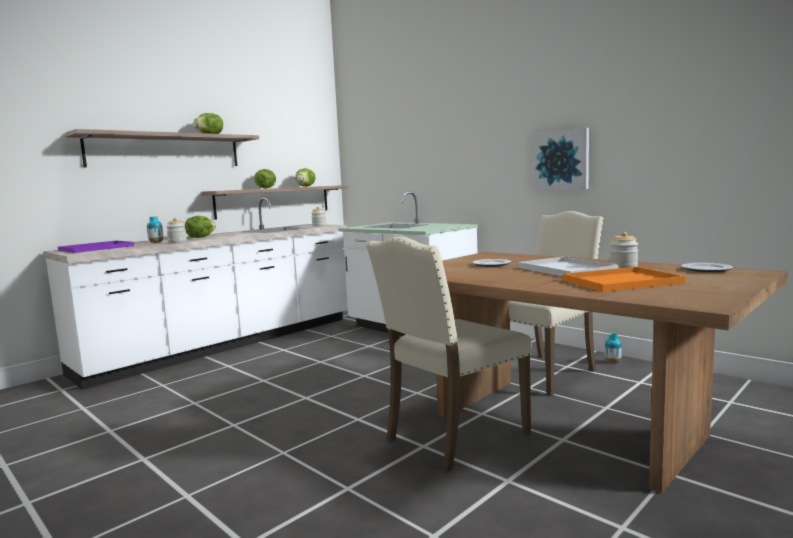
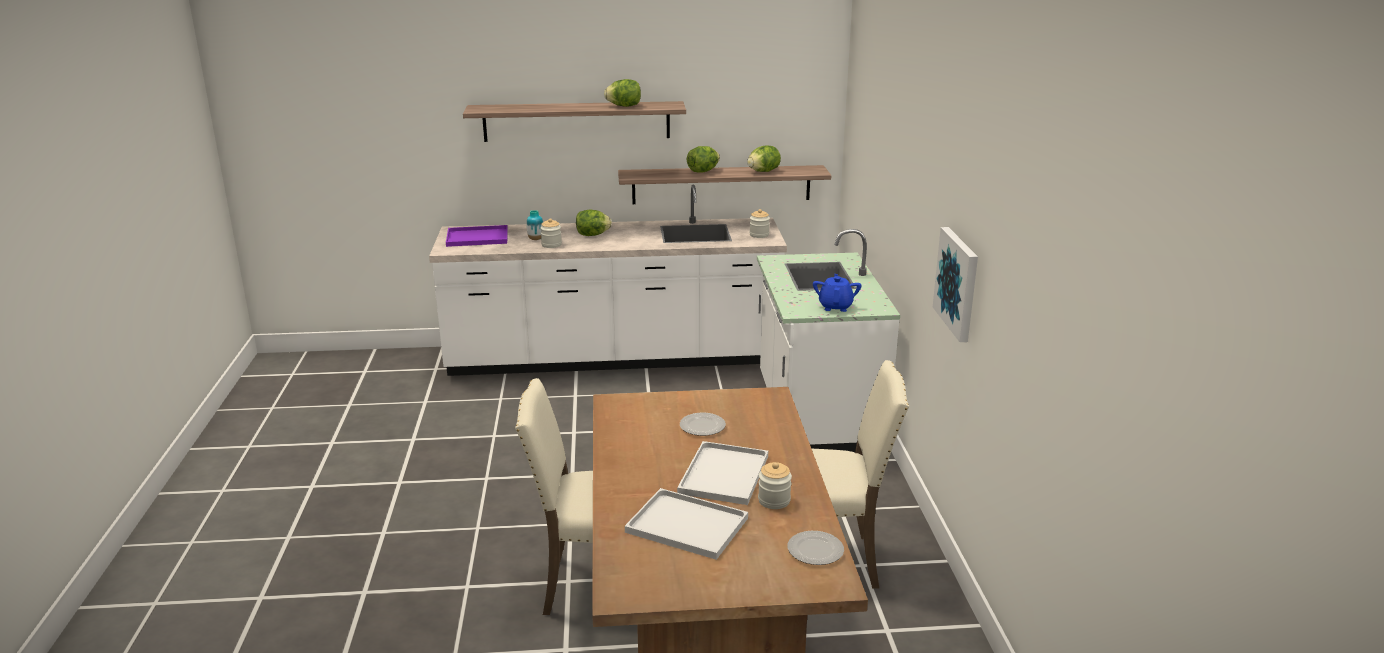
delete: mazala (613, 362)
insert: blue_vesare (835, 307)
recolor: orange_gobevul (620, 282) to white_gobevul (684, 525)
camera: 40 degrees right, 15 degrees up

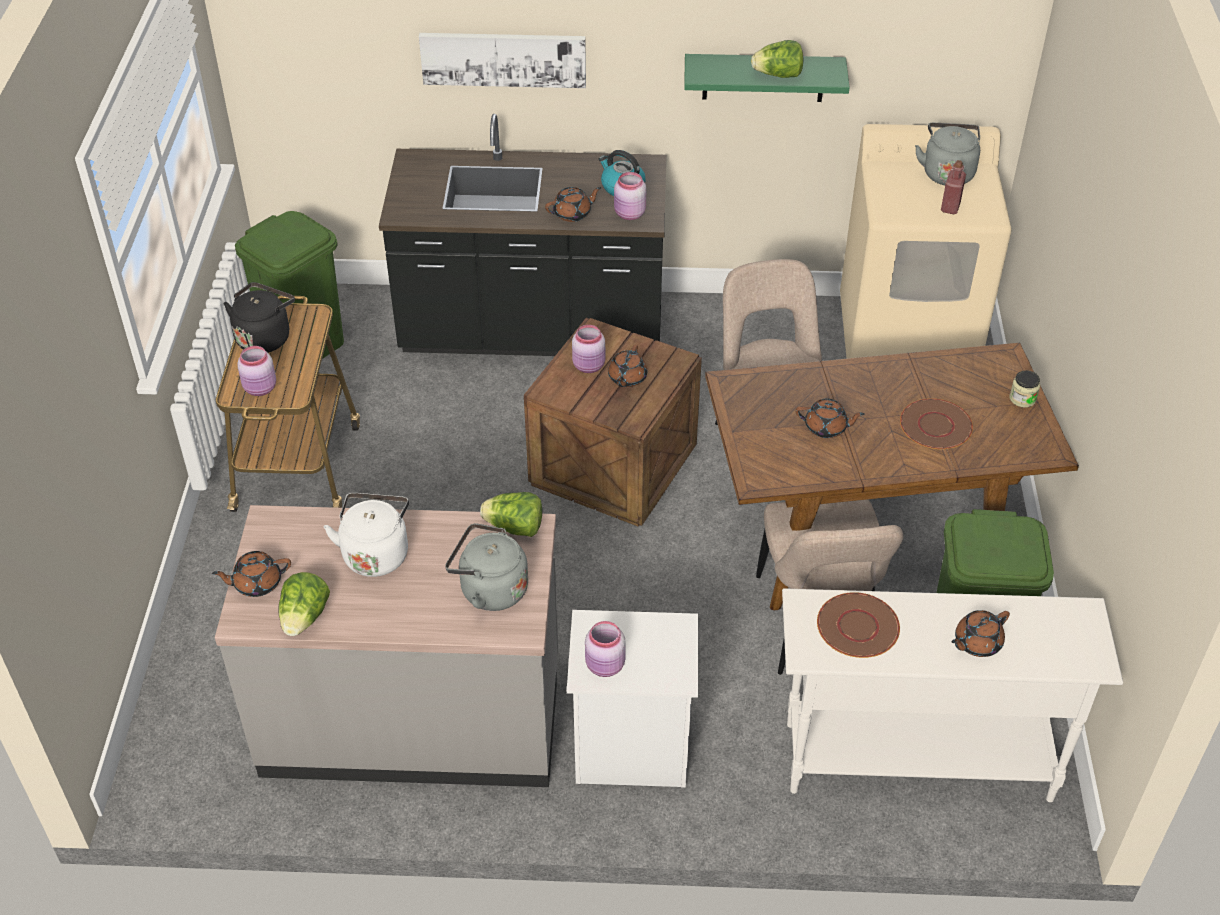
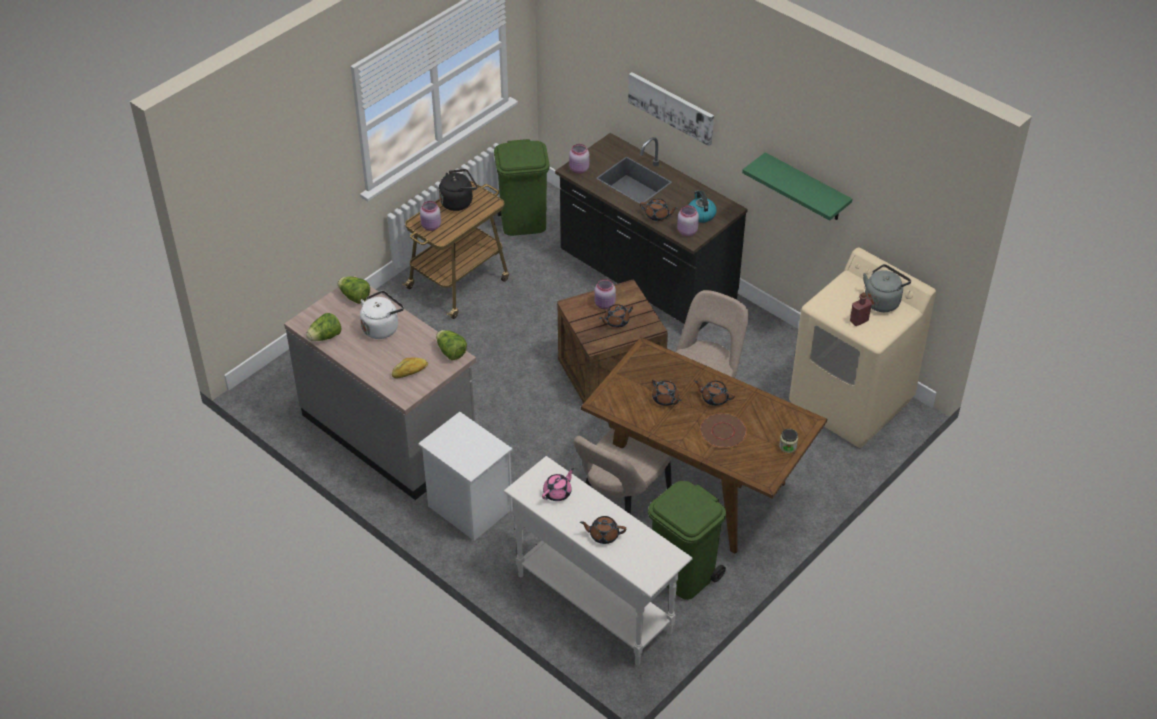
move: brown_vesare (256, 583) to (714, 398); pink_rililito (605, 666) to (579, 169); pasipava (778, 75) to (354, 297)
replace: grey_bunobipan (489, 590) to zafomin (410, 372); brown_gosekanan (857, 626) to pink_vesare (558, 492)
camera: 40 degrees right, 0 degrees up

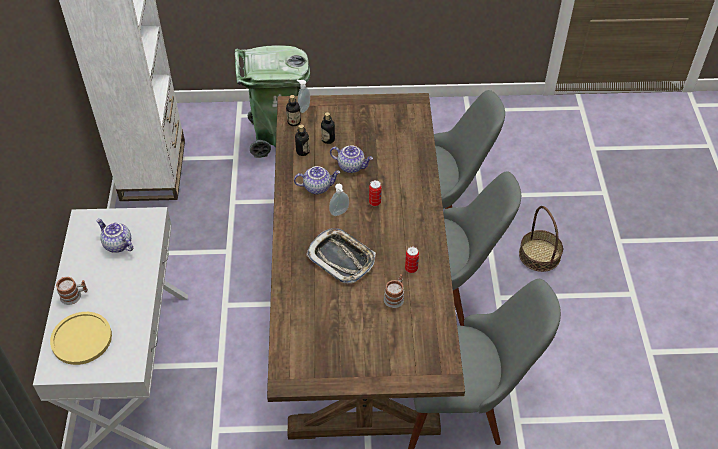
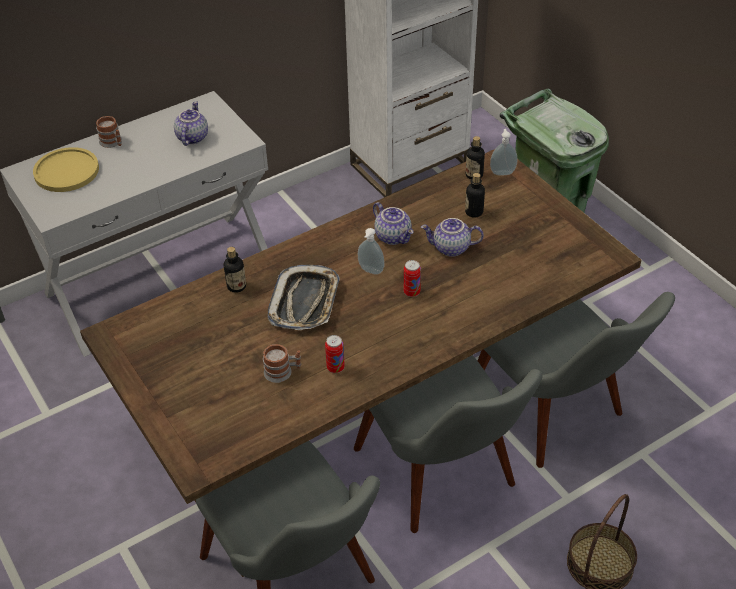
move: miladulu (303, 151) to (236, 286)
rotate: vesare (351, 166) = (451, 248) 105 degrees clockwise
camera: 60 degrees right, 5 degrees down

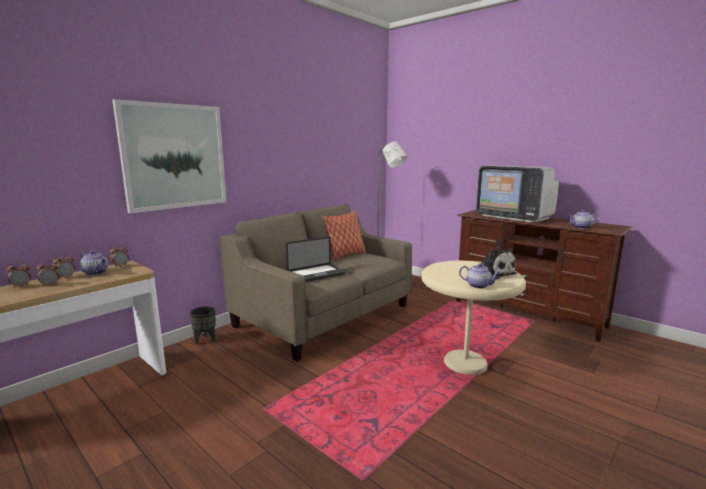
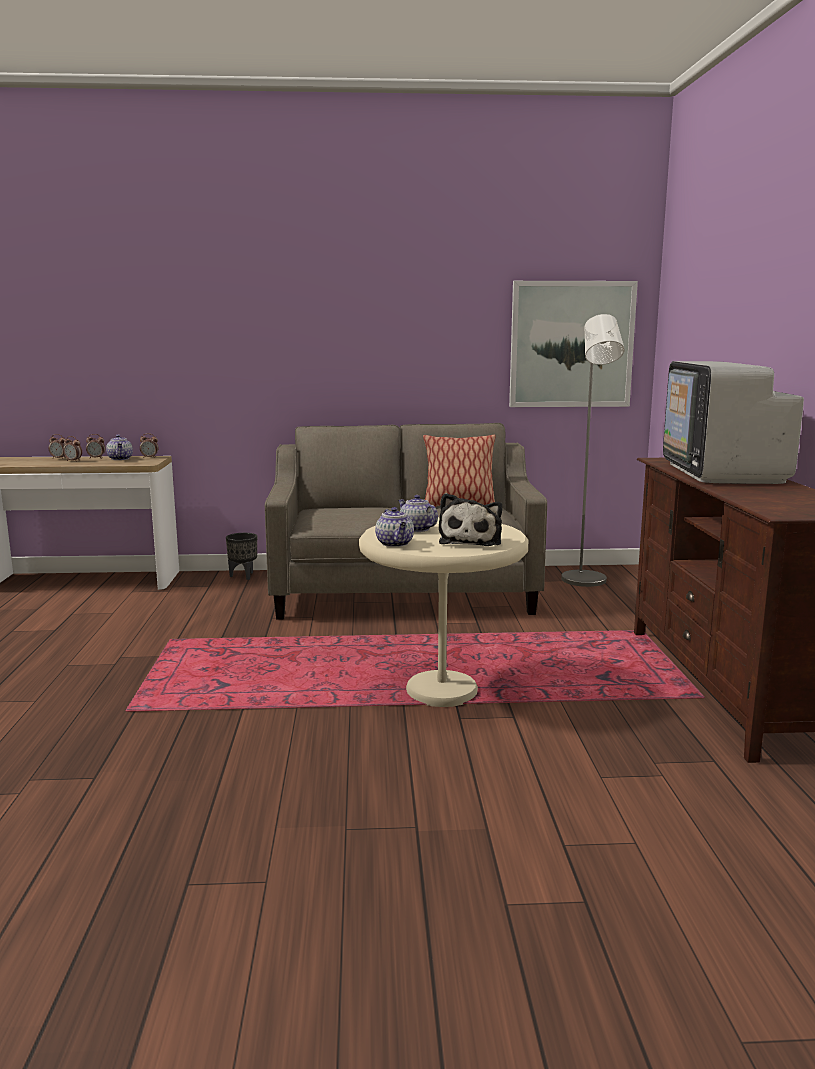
delete: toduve (316, 274)
move: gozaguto (175, 156) to (571, 344); vesare (581, 227) to (416, 529)
camera: 45 degrees right, 0 degrees up

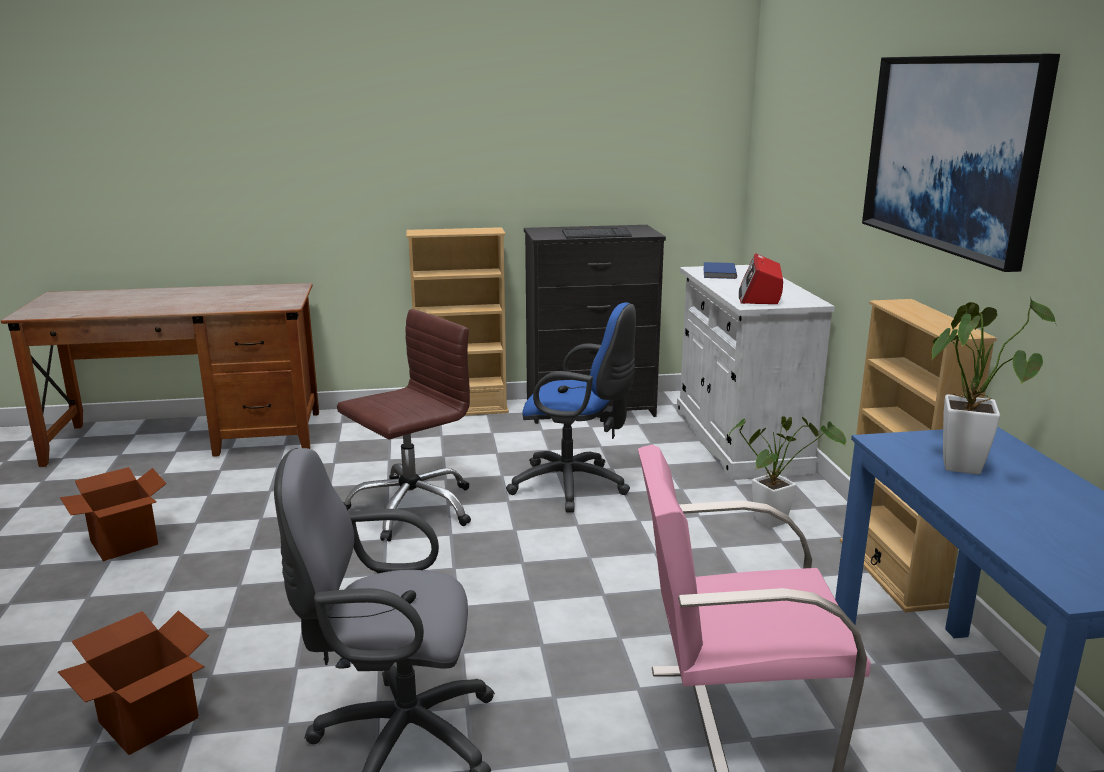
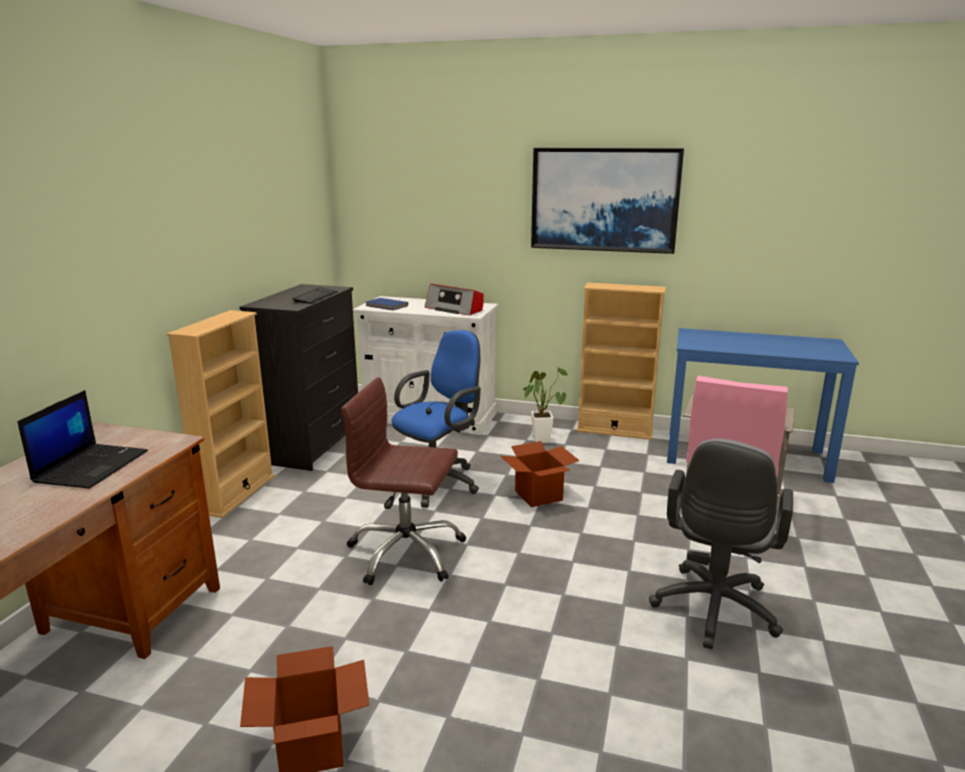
delete: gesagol (961, 462)
insert: toduve (91, 466)
move: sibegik (149, 719) to (538, 495)
rotate: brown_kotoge (411, 508) = (406, 553) 60 degrees counterclockwise
camera: 65 degrees left, 0 degrees up

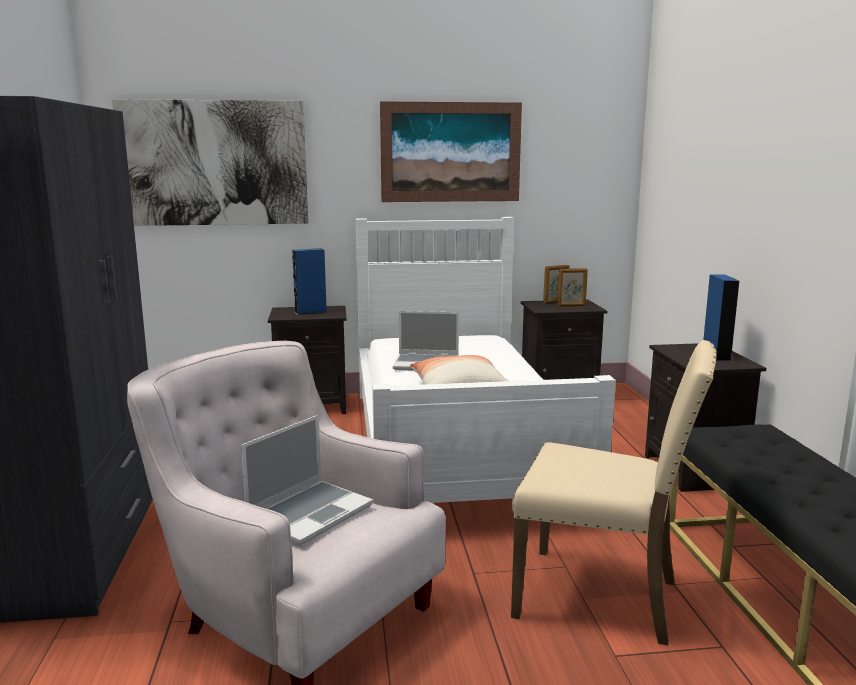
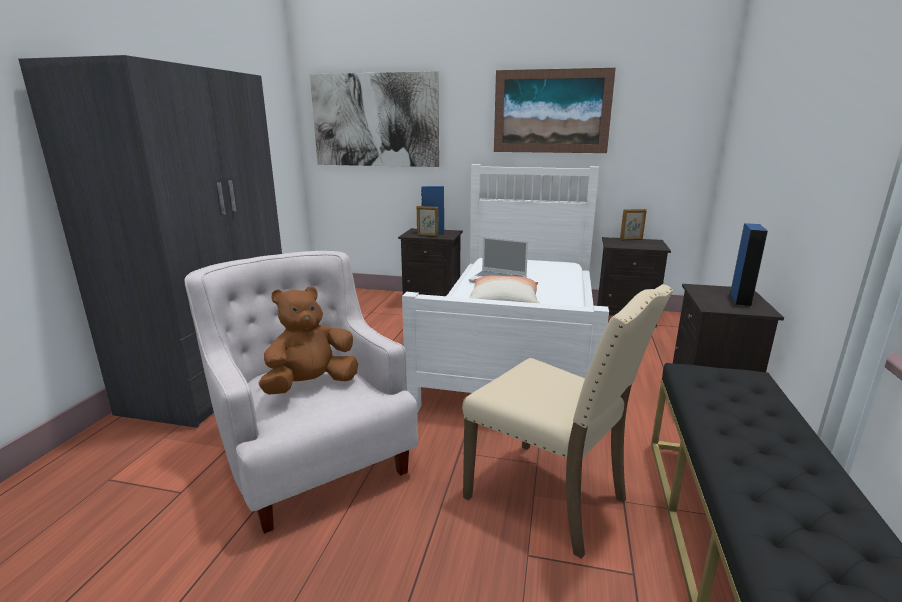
move: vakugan (571, 306) to (427, 236)
replace: toduve (310, 513) to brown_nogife (311, 385)
camera: 20 degrees right, 5 degrees up

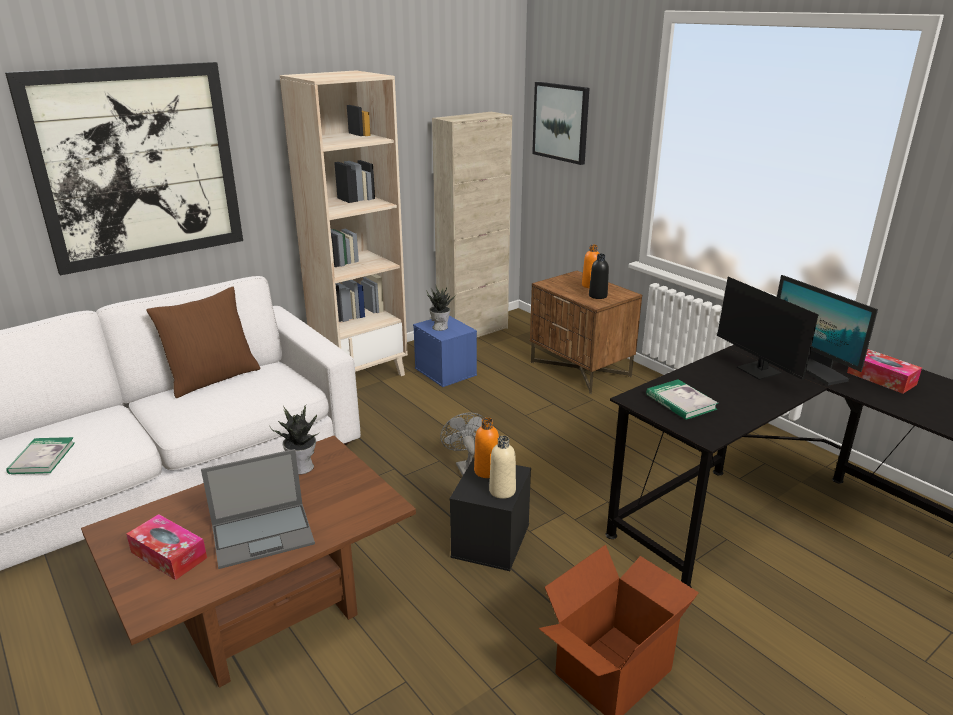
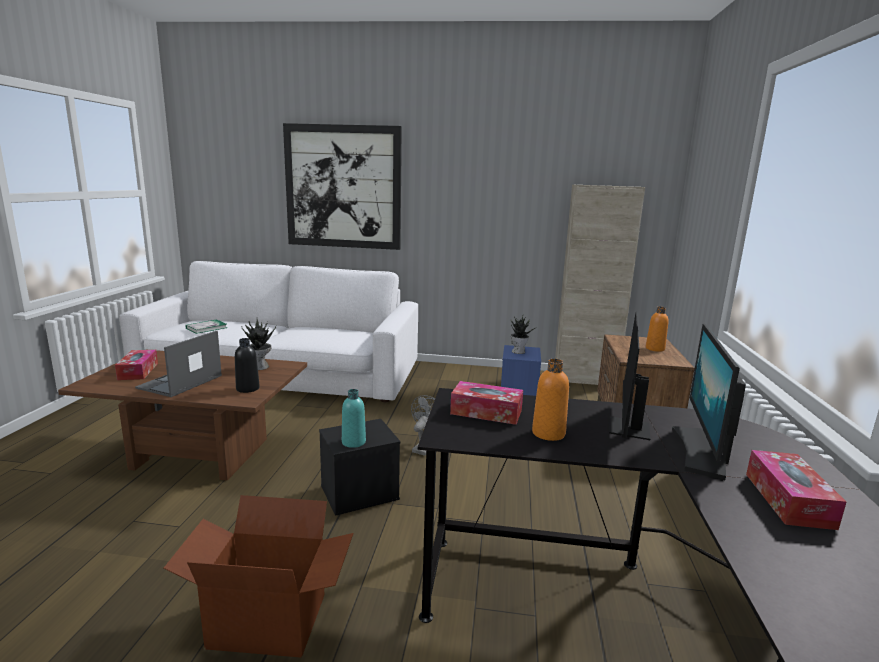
delete: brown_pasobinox (212, 378); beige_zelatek (360, 373); gozaguto (561, 122)
move: orange_miladulu (486, 471) to (548, 433); black_miladulu (598, 296) to (247, 388)
replace: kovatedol (681, 402) to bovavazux (486, 412)
recolor: beige_miladulu (502, 491) to turquoise_miladulu (353, 442)
rotate: toduve (264, 534) = (179, 382) 90 degrees clockwise
camera: 45 degrees right, 10 degrees down

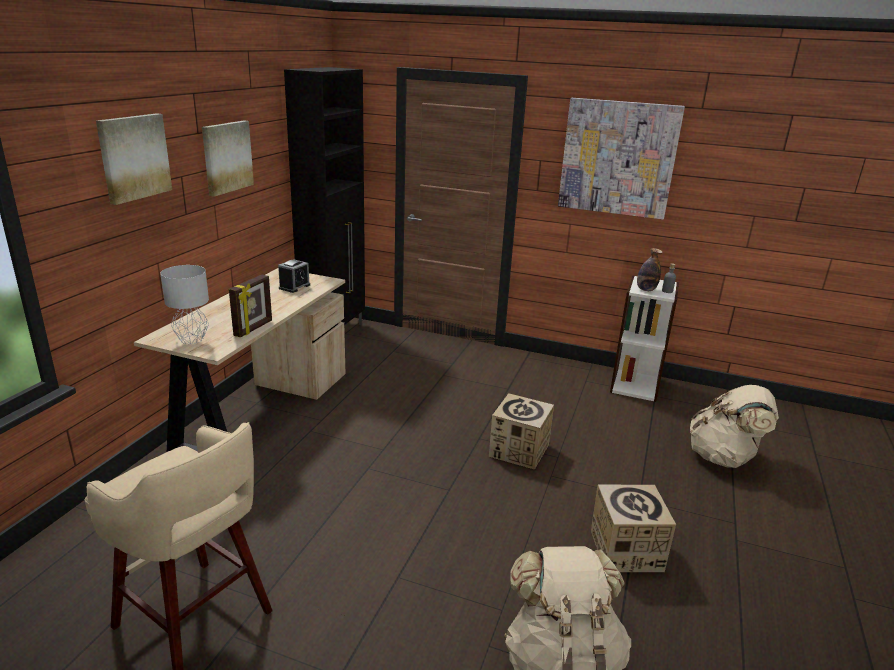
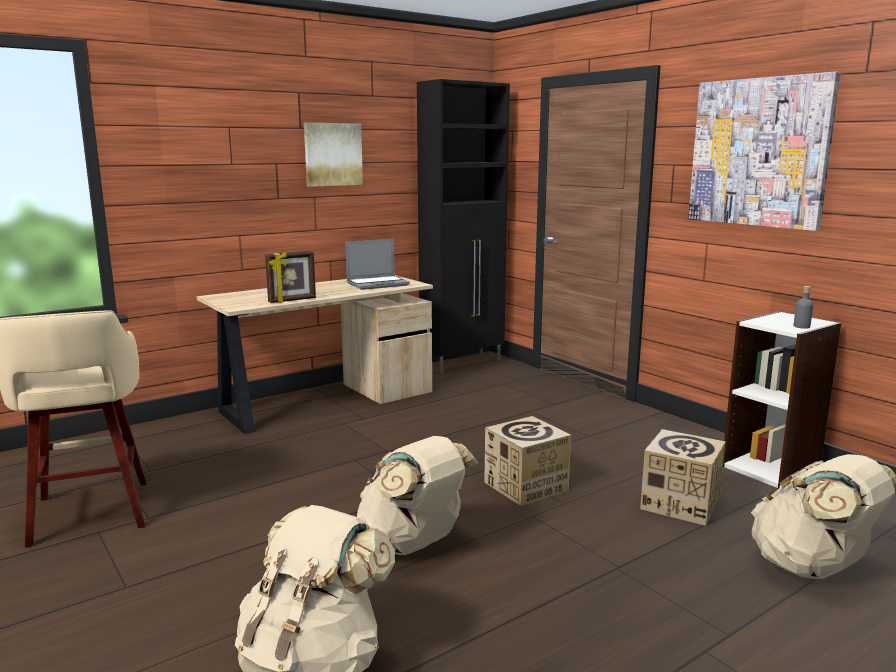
delete: gozaguto (134, 157); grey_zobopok (192, 340); miladulu (646, 289)
insert: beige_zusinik (413, 545)
move: sibegik (625, 550) to (680, 504)
replace: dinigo (294, 287) to toduve (378, 284)
camera: 35 degrees right, 10 degrees down

